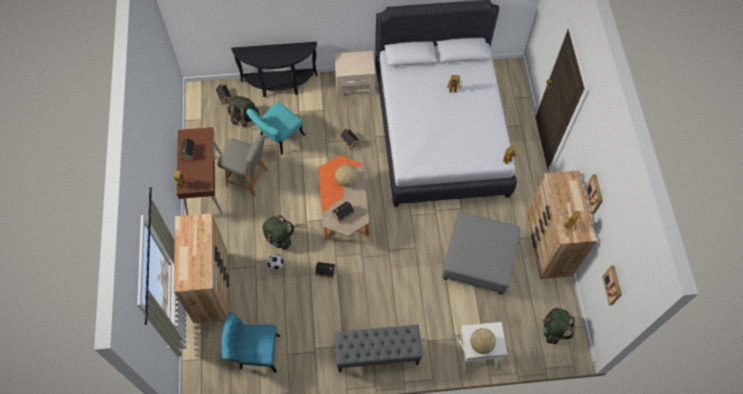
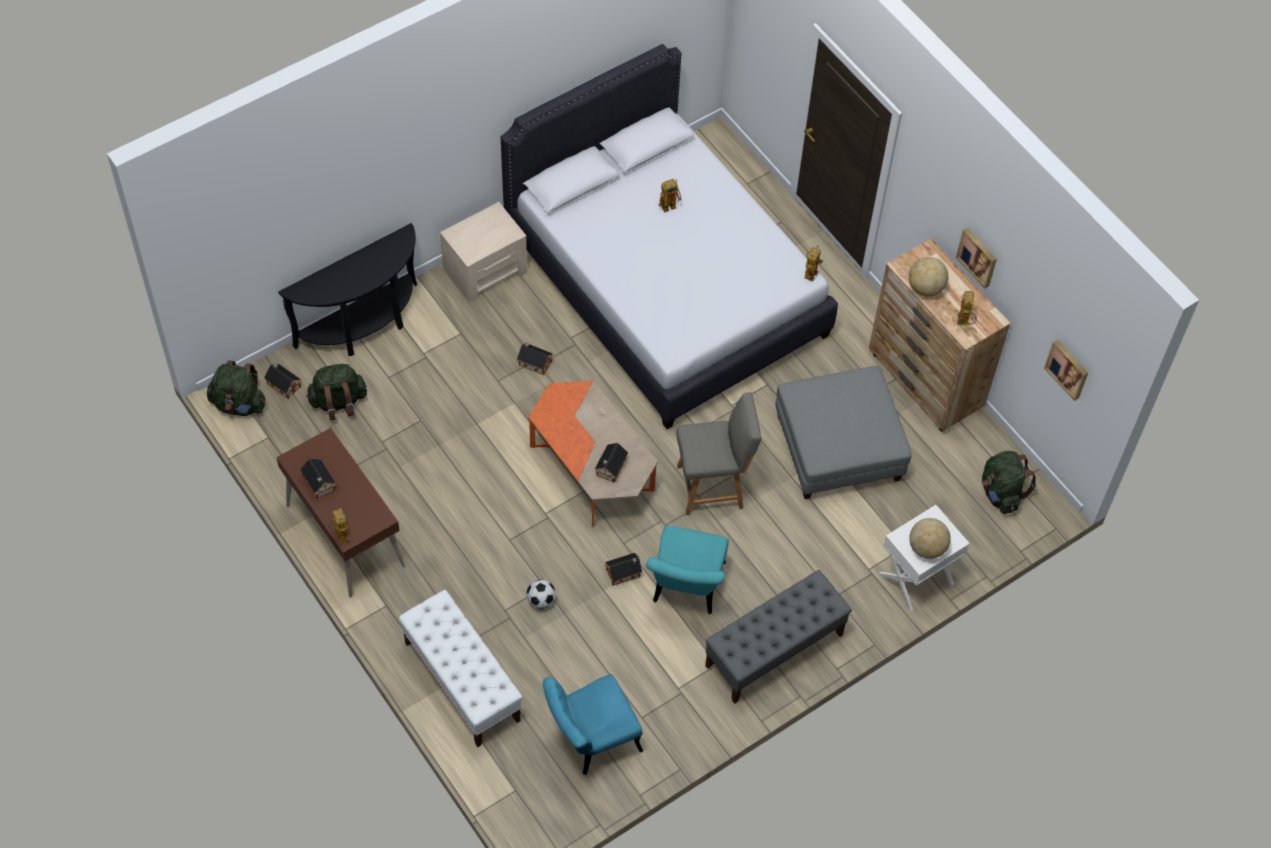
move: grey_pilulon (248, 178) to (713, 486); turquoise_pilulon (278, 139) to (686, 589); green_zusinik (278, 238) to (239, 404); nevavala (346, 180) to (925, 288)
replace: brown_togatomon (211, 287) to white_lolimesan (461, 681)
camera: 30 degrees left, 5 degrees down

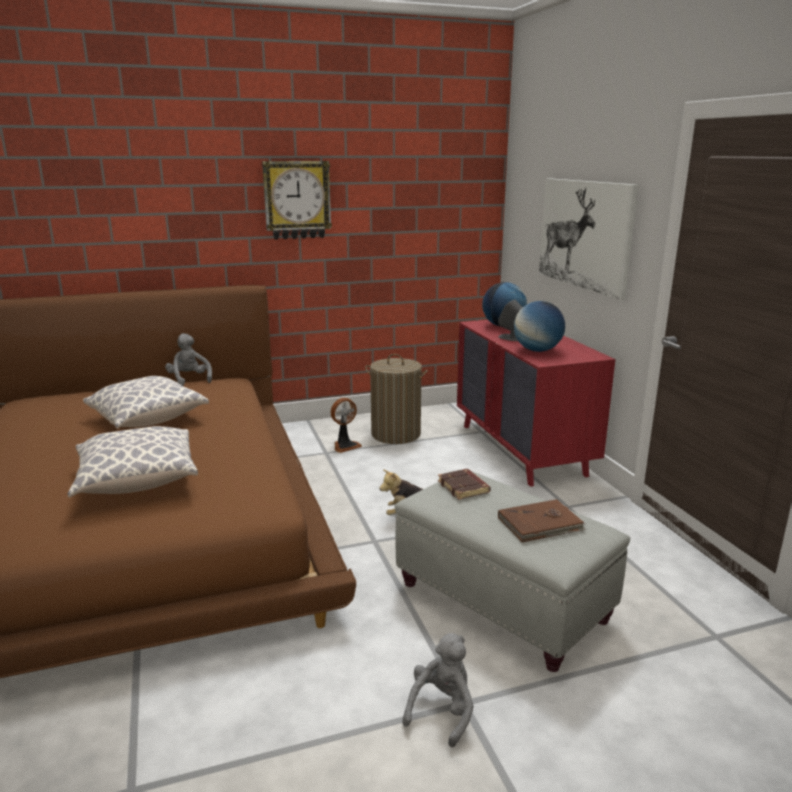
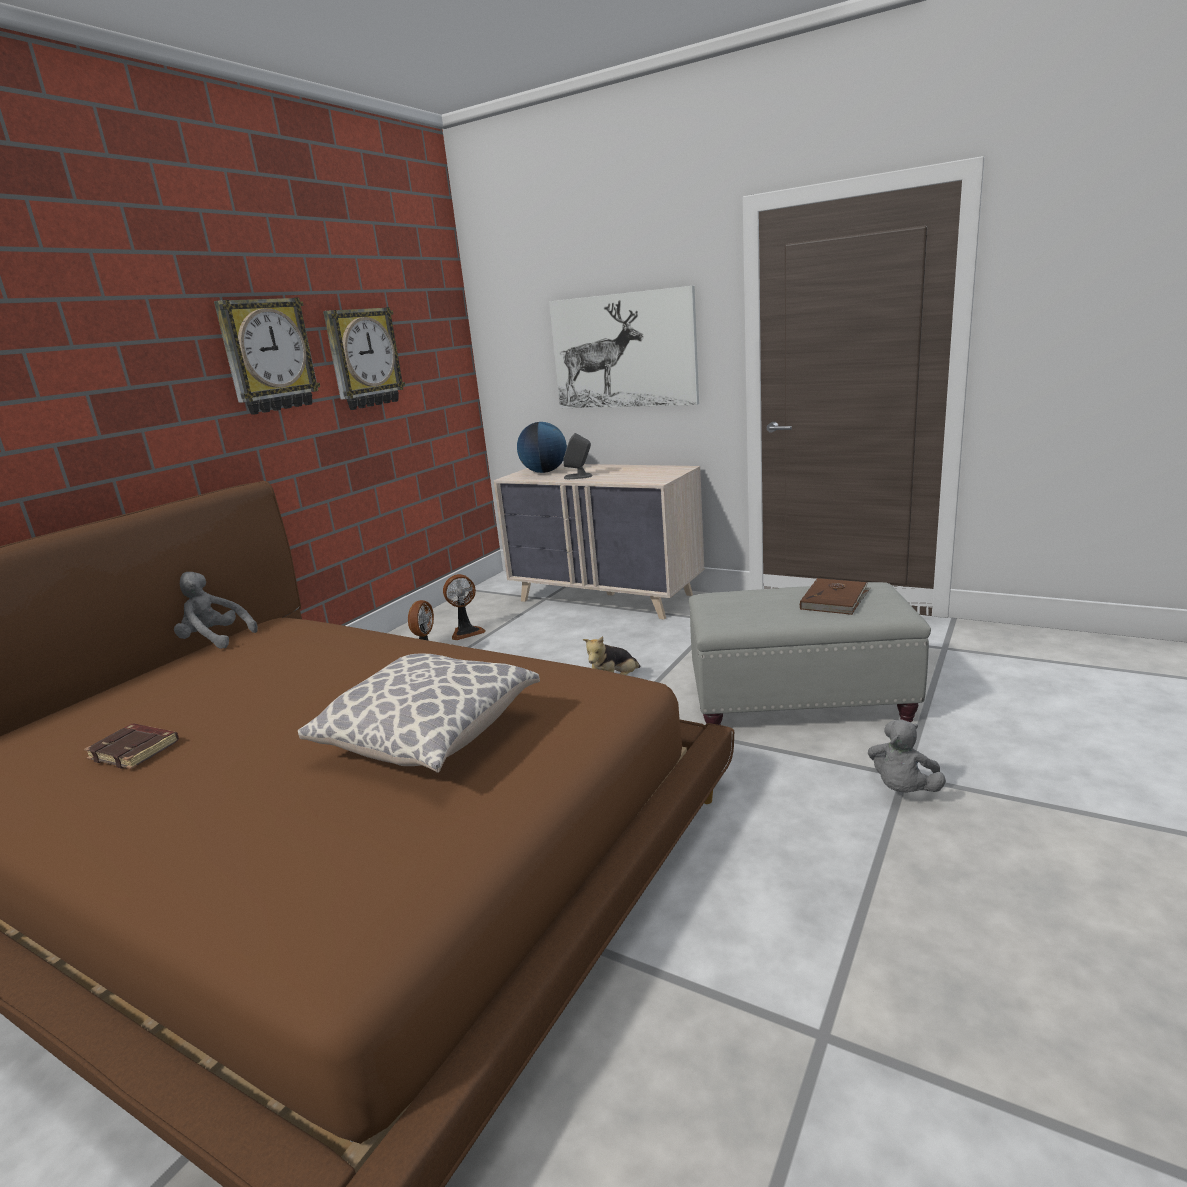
delete: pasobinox (148, 420); nevavala (537, 350)
insert: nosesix (363, 358)
move: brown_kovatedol (464, 488) to (136, 750)
replace: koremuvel (396, 434) to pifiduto (466, 632)
recolor: red_togatomon (522, 450) to beige_togatomon (606, 598)
rotate: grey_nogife (442, 710) = (903, 790) 135 degrees counterclockwise
camera: 40 degrees left, 0 degrees up

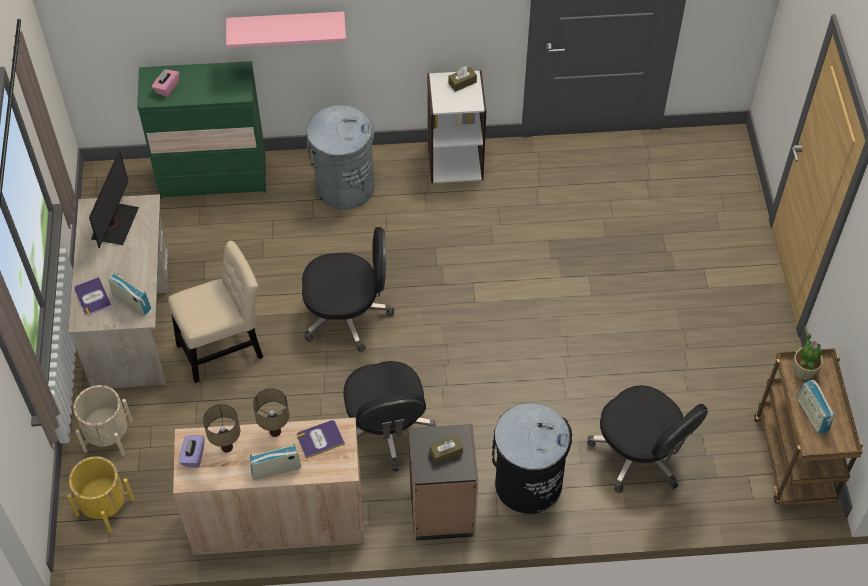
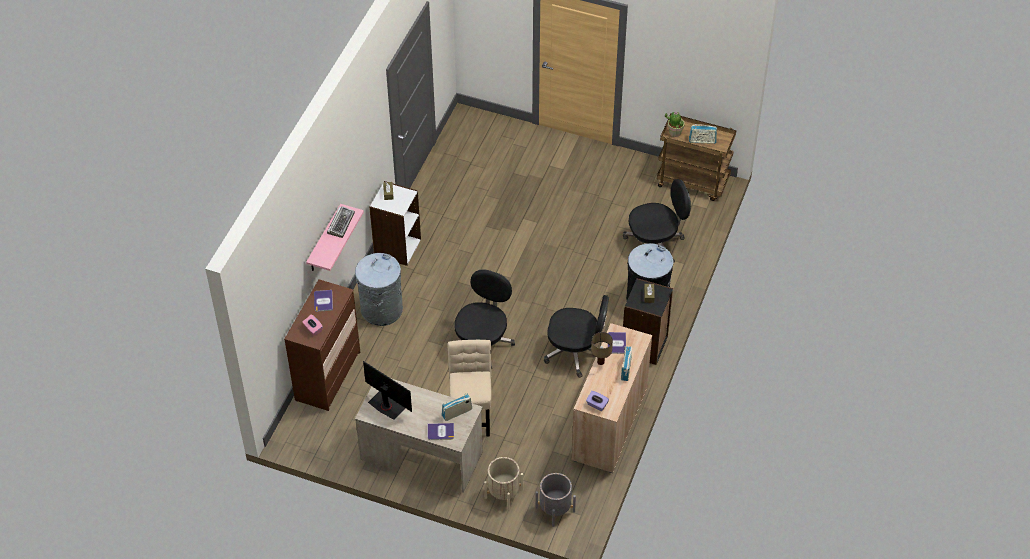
delete: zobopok (226, 448)
insert: kovatedol (323, 301); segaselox (341, 223)
recolor: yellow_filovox (105, 507) to grey_filovox (555, 509); green_togatomon (213, 177) to brown_togatomon (328, 376)
camera: 65 degrees left, 5 degrees down

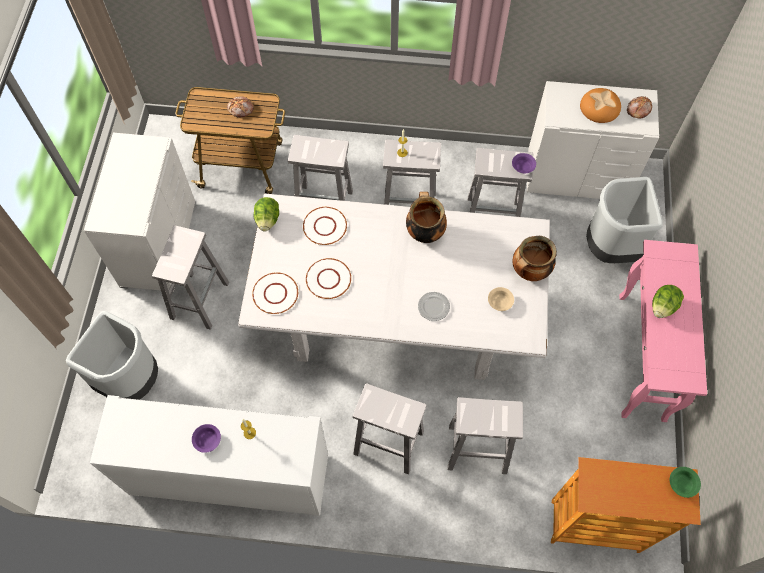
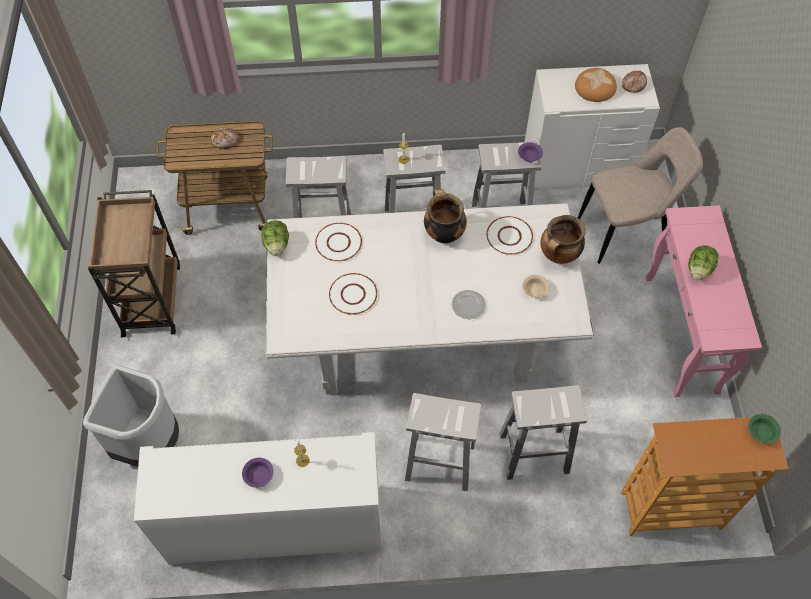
delete: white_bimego (200, 299)
move: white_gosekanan (275, 294) to (509, 236)
replace: white_togatomon (157, 244) to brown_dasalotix (152, 298); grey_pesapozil (609, 248) to beige_pilulon (625, 232)
camera: 10 degrees left, 5 degrees down

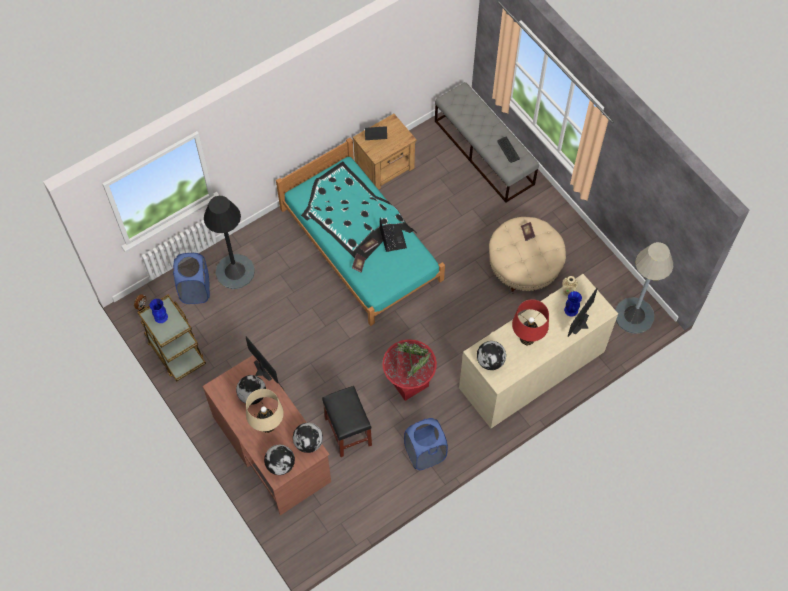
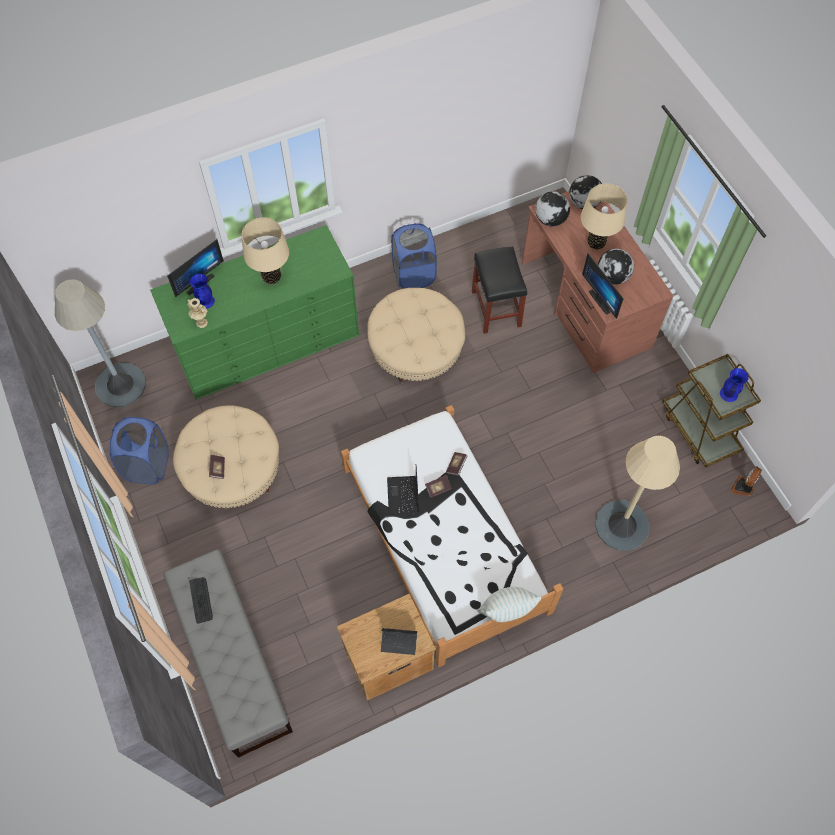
delete: nevavala (490, 361)
insert: pasobinox (506, 611)
move: blue_koremuvel (195, 290) to (148, 465)
replace: red_filovox (409, 382) to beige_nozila (416, 350)
recolor: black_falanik (235, 272) to beige_falanik (622, 525); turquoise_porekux (360, 244) to white_porekux (444, 538); beige_togatomon (531, 369) to green_togatomon (267, 342); red_zobopok (527, 339) to beige_zobopok (271, 277)
camera: 170 degrees left, 0 degrees up

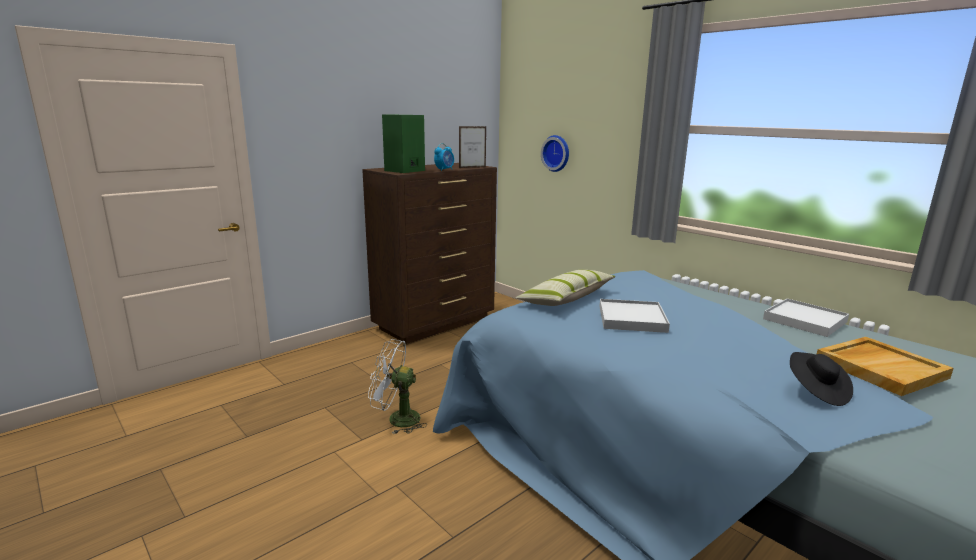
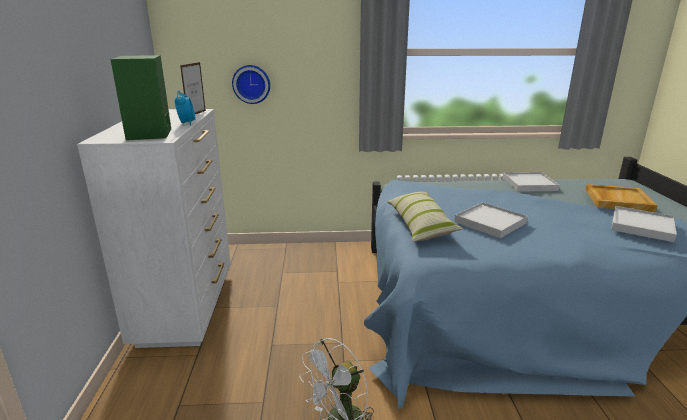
replace: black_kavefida (816, 391) to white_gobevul (642, 226)
recolor: brown_togatomon (435, 323) to white_togatomon (187, 306)
camera: 50 degrees left, 5 degrees up

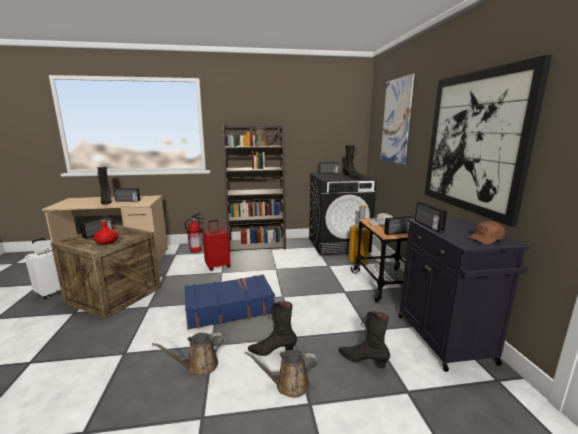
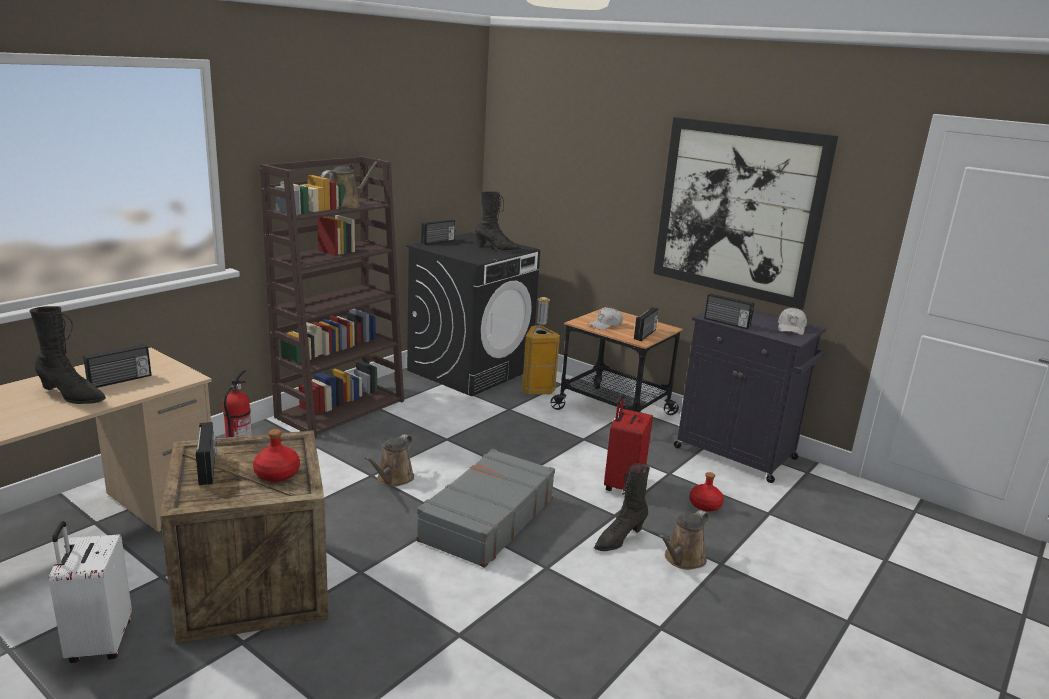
delete: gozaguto (396, 121)
move: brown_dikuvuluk (199, 366) to (393, 479); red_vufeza (218, 266) to (622, 485)
replace: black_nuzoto (362, 360) to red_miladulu (705, 505)
recolor: blue_vufeza (229, 309) to grey_vufeza (486, 519); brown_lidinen (486, 239) to white_lidinen (791, 328)
camera: 45 degrees left, 5 degrees up

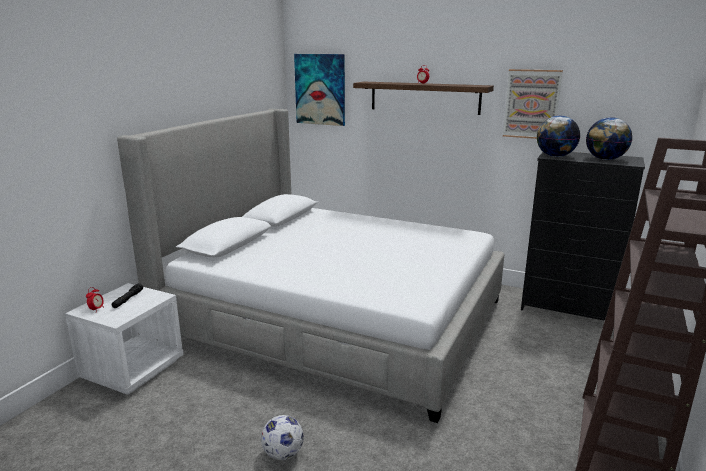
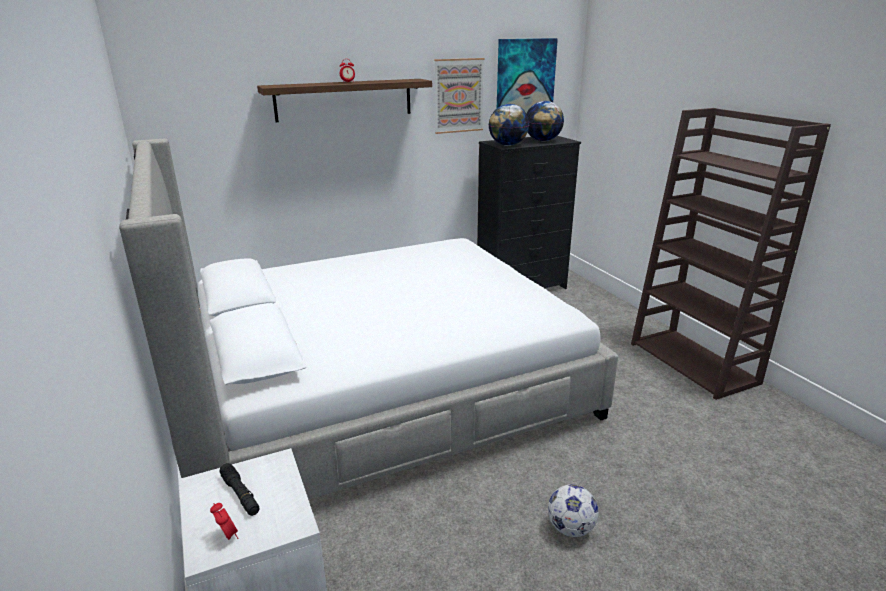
move: gozaguto (320, 89) to (525, 82)
camera: 50 degrees left, 5 degrees up

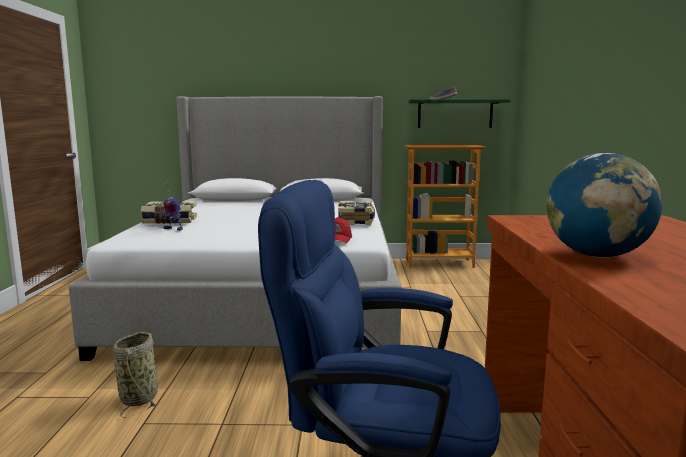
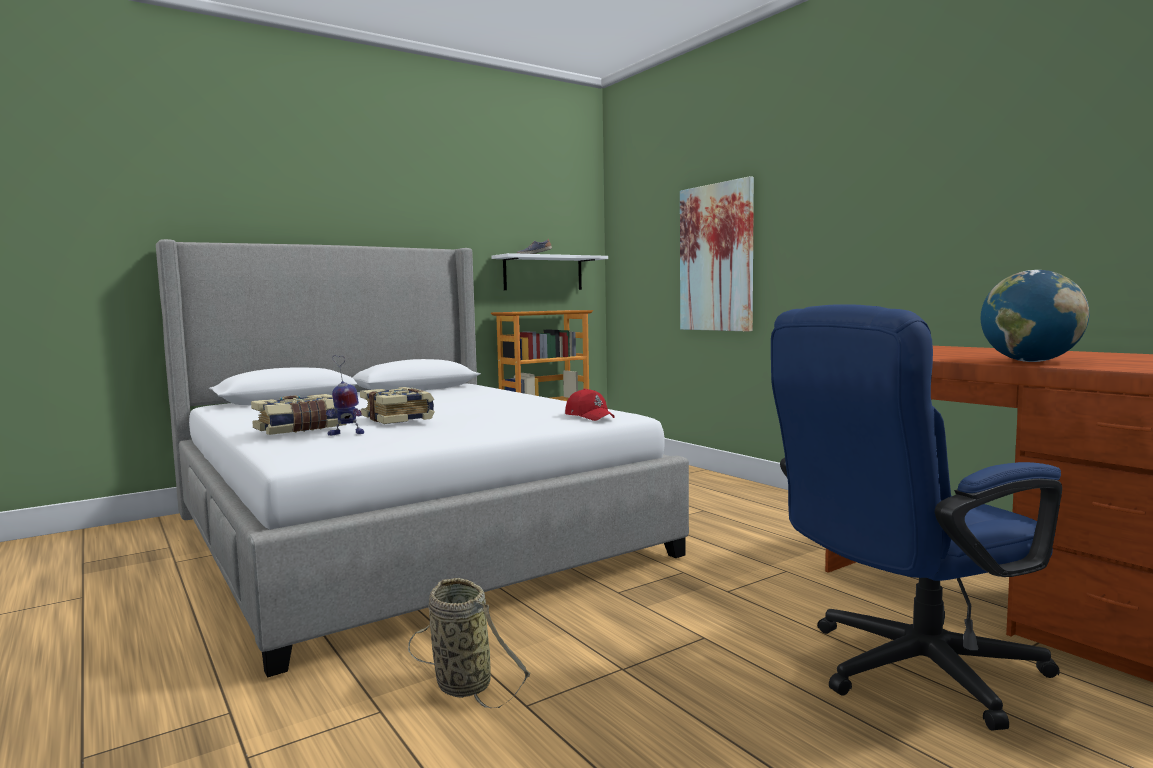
insert: gozaguto (716, 258)
move: kovatedol (356, 221) to (399, 418)
recolor: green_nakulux (455, 114) to white_nakulux (543, 273)
camera: 35 degrees left, 5 degrees down

